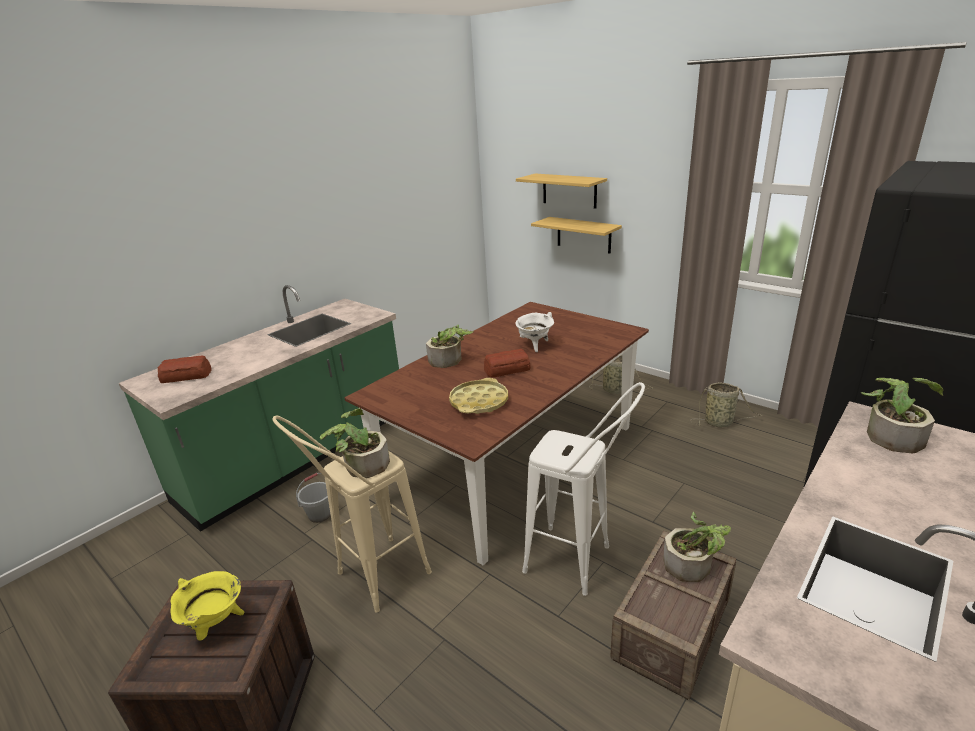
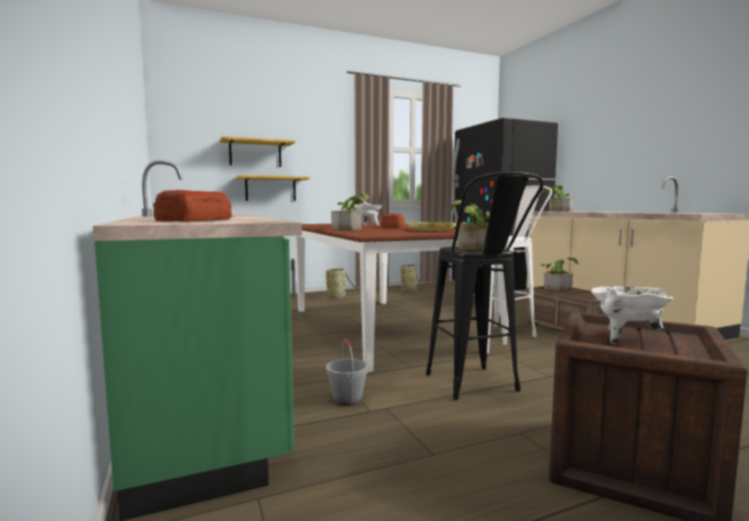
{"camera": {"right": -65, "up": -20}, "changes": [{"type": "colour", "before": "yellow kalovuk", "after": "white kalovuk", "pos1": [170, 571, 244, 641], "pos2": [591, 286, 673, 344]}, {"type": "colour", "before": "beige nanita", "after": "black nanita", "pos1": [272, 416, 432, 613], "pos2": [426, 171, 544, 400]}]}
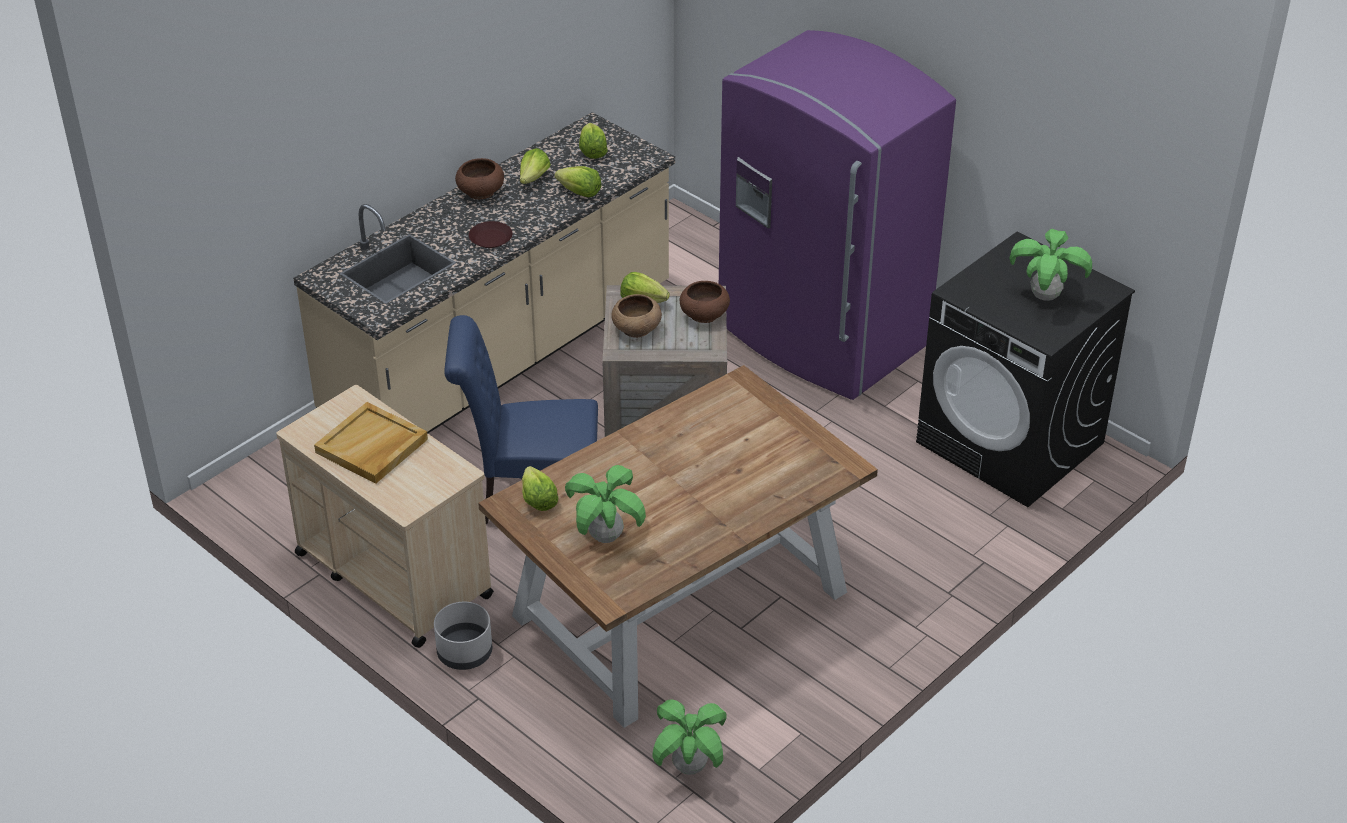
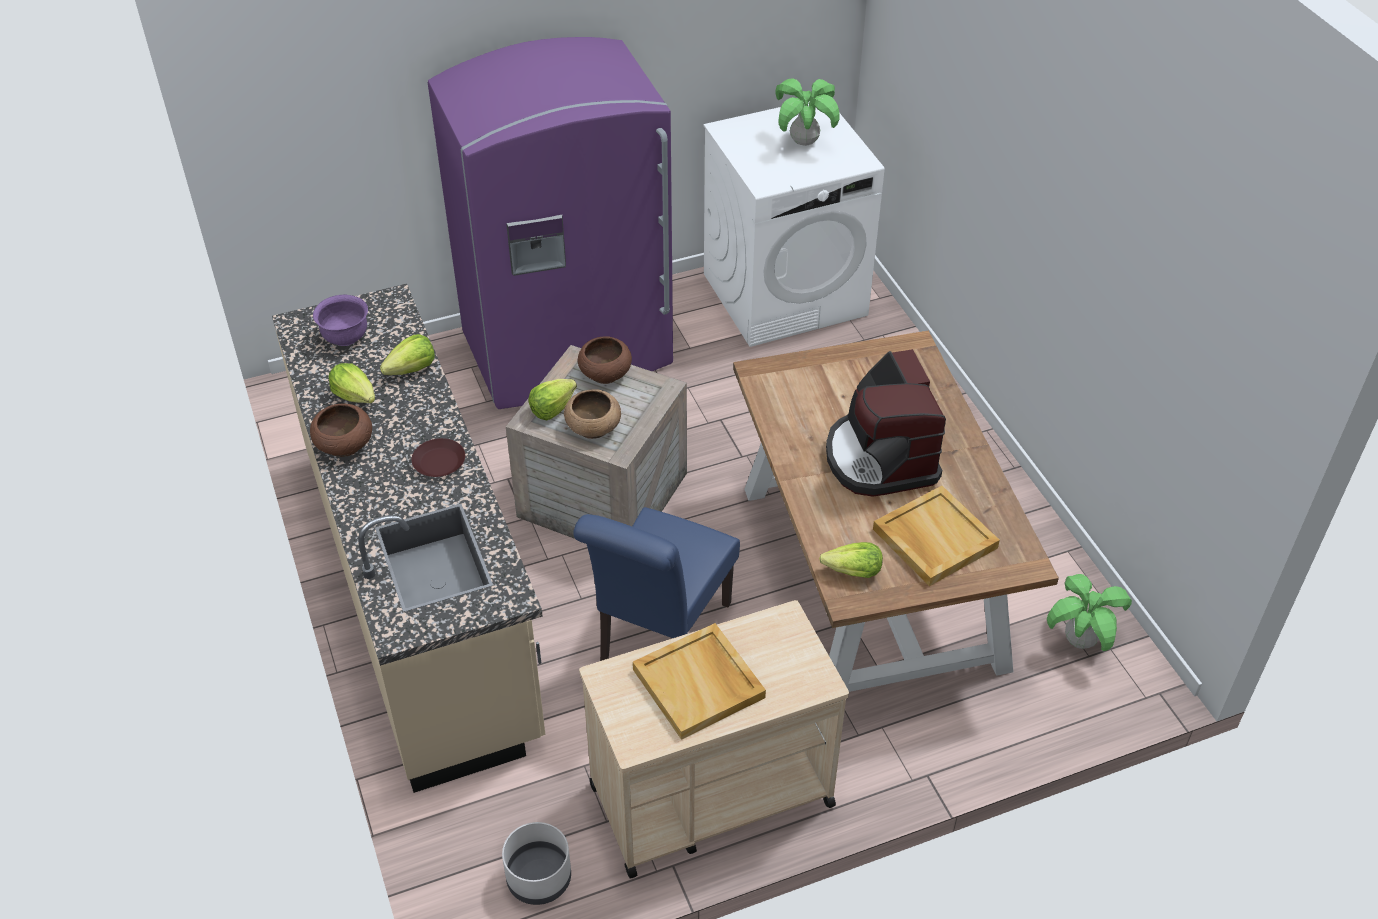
{"camera": {"right": -65, "up": 5}, "changes": [{"type": "appeared", "after": "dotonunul", "pos2": [826, 349, 946, 497]}, {"type": "relocated", "before": "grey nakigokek", "pos1": [434, 602, 492, 670], "pos2": [502, 822, 571, 905]}, {"type": "exchanged", "before": "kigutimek", "after": "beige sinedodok", "pos1": [565, 465, 646, 543], "pos2": [873, 486, 1000, 586]}, {"type": "exchanged", "before": "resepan", "after": "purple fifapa", "pos1": [579, 123, 608, 159], "pos2": [313, 295, 368, 346]}, {"type": "colour", "before": "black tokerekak", "after": "white tokerekak", "pos1": [916, 232, 1135, 507], "pos2": [703, 103, 885, 347]}]}
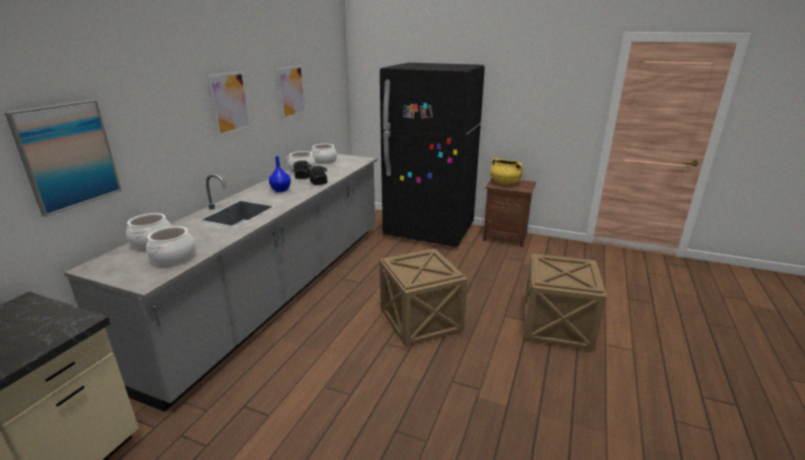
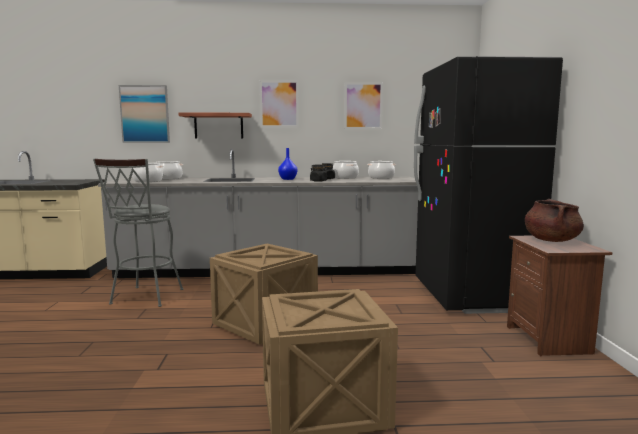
{"camera": {"right": 65, "up": -15}, "changes": [{"type": "appeared", "after": "grey nanita", "pos2": [93, 158, 183, 307]}, {"type": "appeared", "after": "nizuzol", "pos2": [179, 112, 252, 138]}, {"type": "colour", "before": "yellow kalovuk", "after": "brown kalovuk", "pos1": [490, 158, 523, 185], "pos2": [525, 199, 584, 242]}]}
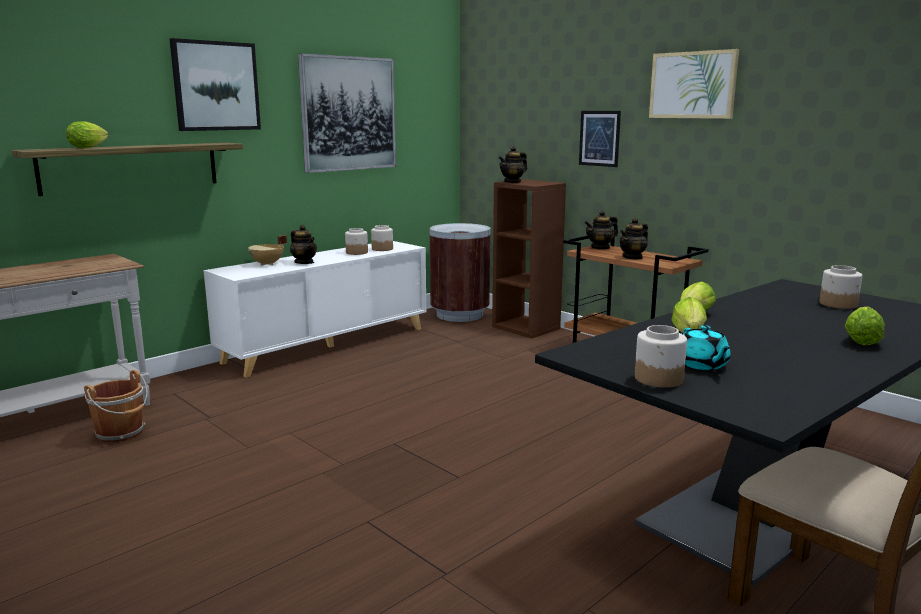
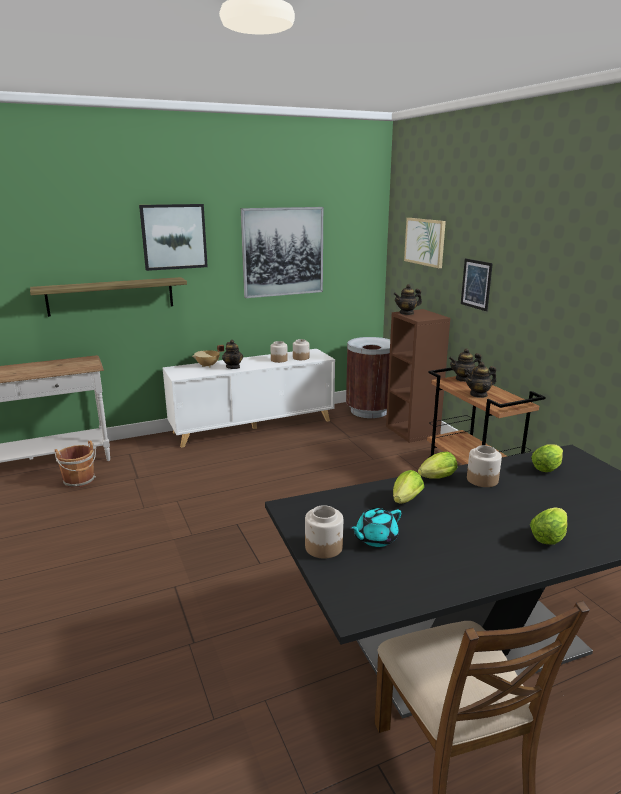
{"camera": {"right": 20, "up": 5}, "changes": [{"type": "relocated", "before": "resepan", "pos1": [66, 121, 109, 148], "pos2": [531, 444, 563, 472]}, {"type": "relocated", "before": "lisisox", "pos1": [649, 49, 739, 119], "pos2": [404, 218, 446, 268]}, {"type": "relocated", "before": "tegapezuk", "pos1": [819, 265, 862, 309], "pos2": [467, 445, 502, 487]}, {"type": "spun", "before": "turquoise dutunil", "pos1": [683, 325, 731, 370], "pos2": [350, 508, 401, 547], "turn": 45}]}
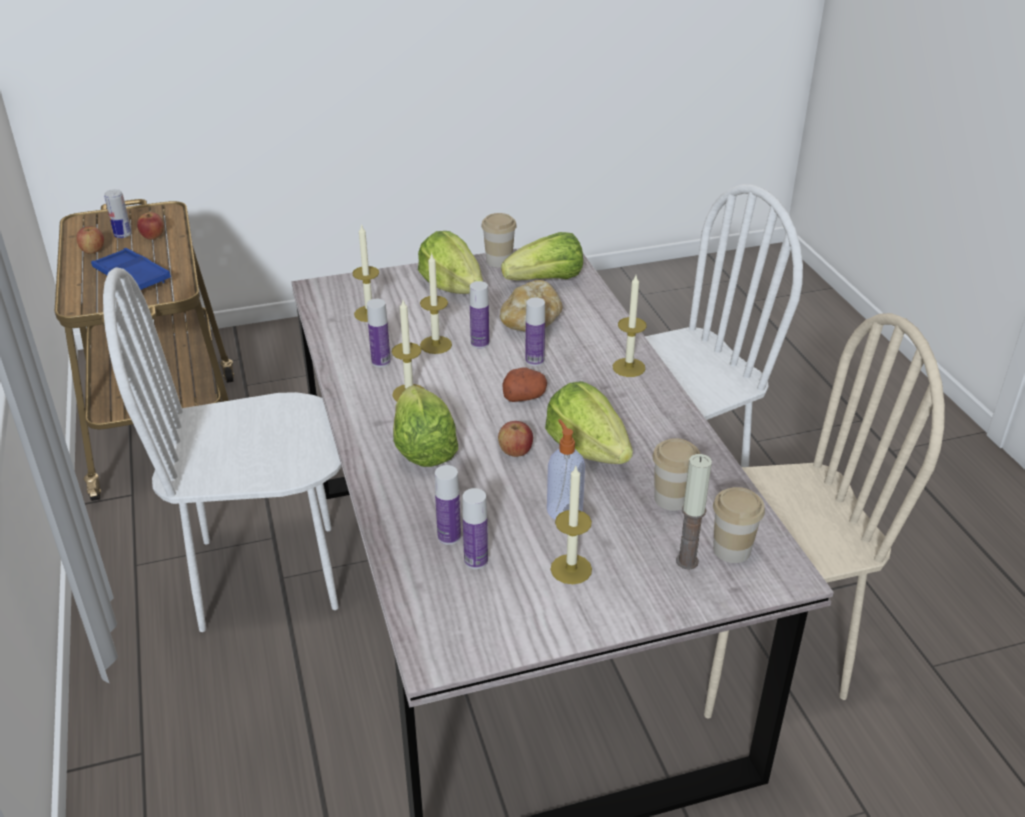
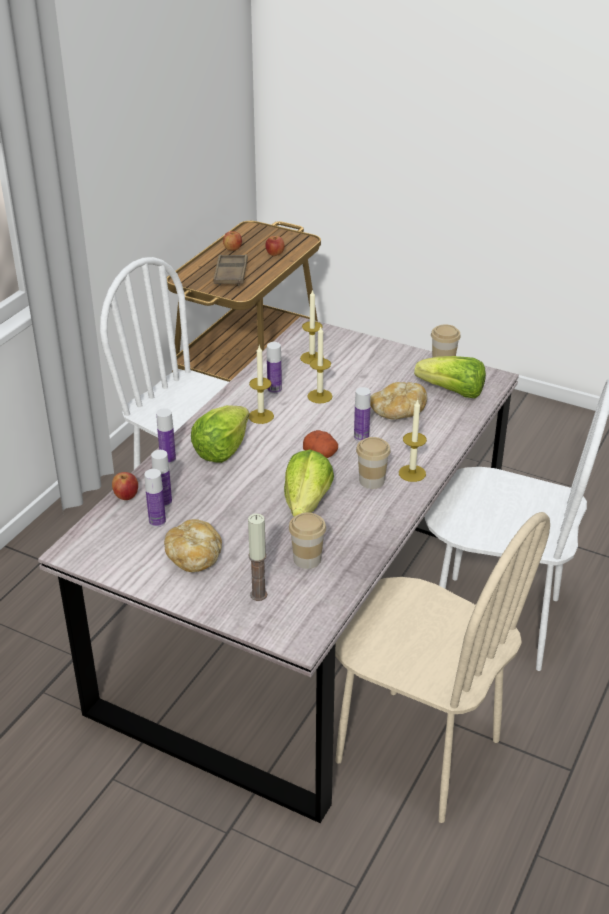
{"camera": {"right": 45, "up": 0}, "changes": [{"type": "missing", "before": "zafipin", "pos1": [104, 189, 132, 238]}, {"type": "missing", "before": "resepan", "pos1": [418, 231, 483, 294]}, {"type": "missing", "before": "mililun", "pos1": [547, 419, 585, 520]}, {"type": "relocated", "before": "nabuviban", "pos1": [470, 281, 489, 349], "pos2": [156, 408, 176, 464]}, {"type": "relocated", "before": "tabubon", "pos1": [498, 421, 533, 457], "pos2": [112, 472, 138, 500]}, {"type": "relocated", "before": "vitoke", "pos1": [713, 487, 765, 563], "pos2": [356, 437, 391, 489]}, {"type": "exchanged", "before": "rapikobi", "after": "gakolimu", "pos1": [551, 466, 592, 584], "pos2": [164, 519, 222, 572]}, {"type": "colour", "before": "blue sinedodok", "after": "brown sinedodok", "pos1": [91, 248, 171, 290], "pos2": [213, 254, 248, 286]}]}
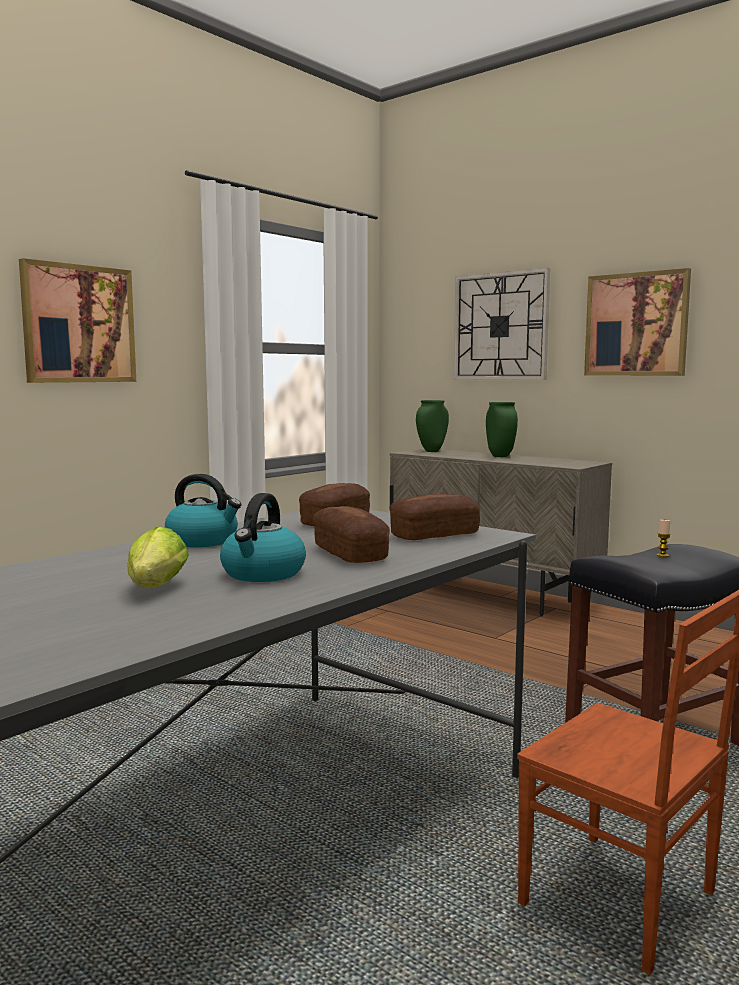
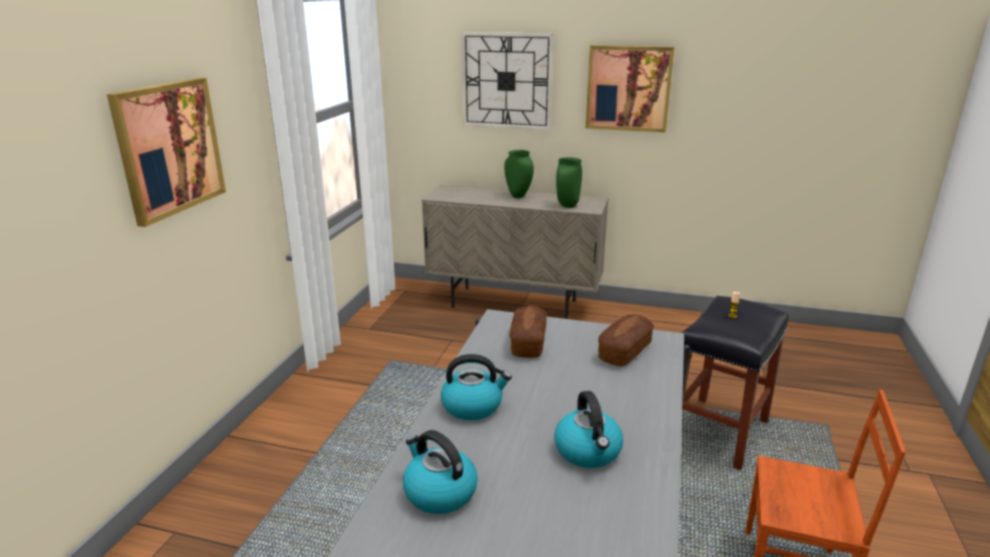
{"camera": {"right": -25, "up": 15}, "changes": [{"type": "missing", "before": "resepan", "pos1": [128, 526, 189, 588]}, {"type": "missing", "before": "gakolimu", "pos1": [313, 506, 390, 563]}, {"type": "appeared", "after": "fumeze", "pos2": [403, 430, 478, 514]}, {"type": "relocated", "before": "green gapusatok", "pos1": [416, 400, 449, 452], "pos2": [556, 157, 582, 208]}]}
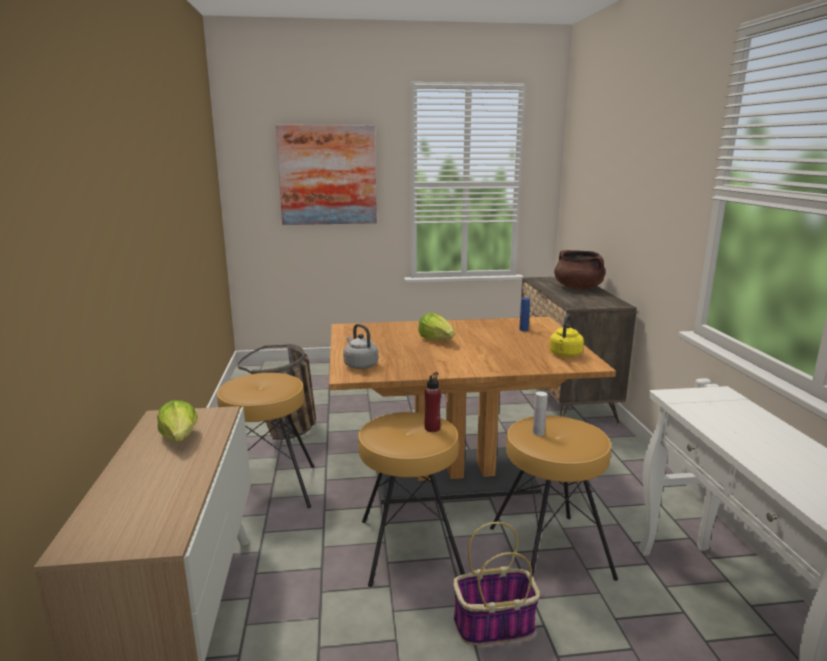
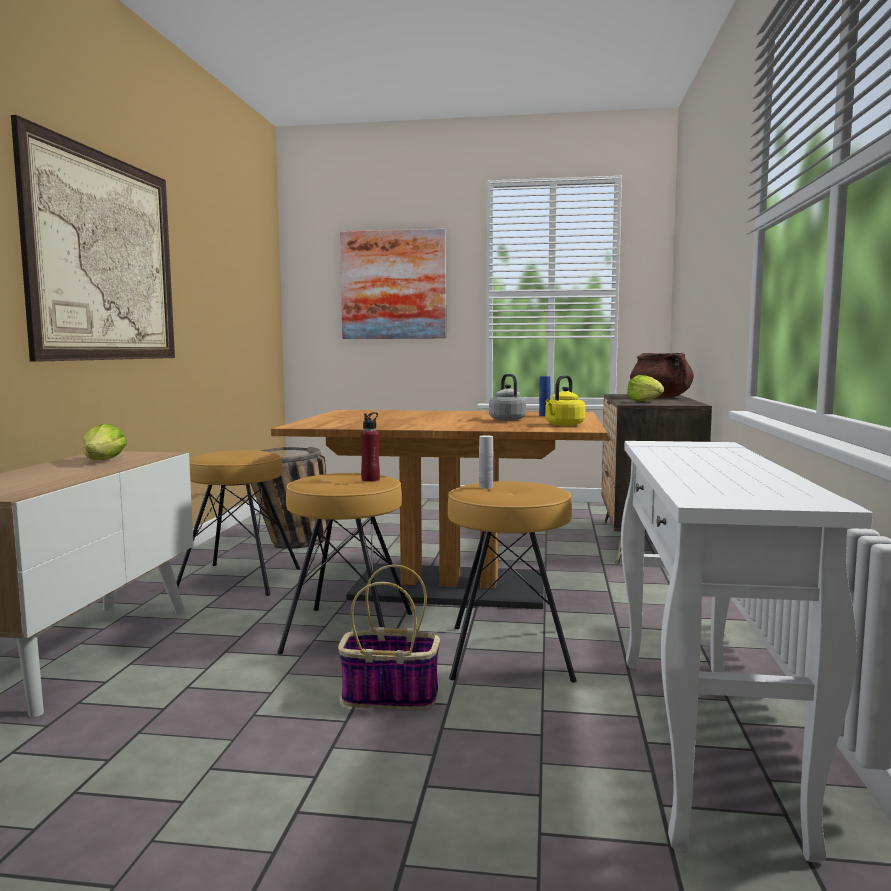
{"camera": {"right": 15, "up": -10}, "changes": [{"type": "appeared", "after": "lisisox", "pos2": [11, 115, 175, 362]}, {"type": "relocated", "before": "grey fumeze", "pos1": [343, 324, 378, 369], "pos2": [489, 374, 526, 421]}, {"type": "relocated", "before": "resepan", "pos1": [418, 313, 455, 340], "pos2": [627, 375, 664, 401]}]}
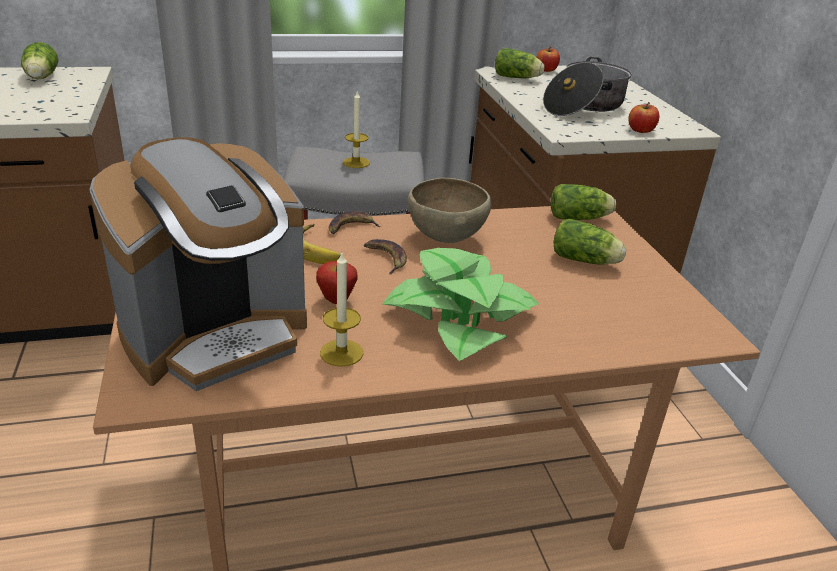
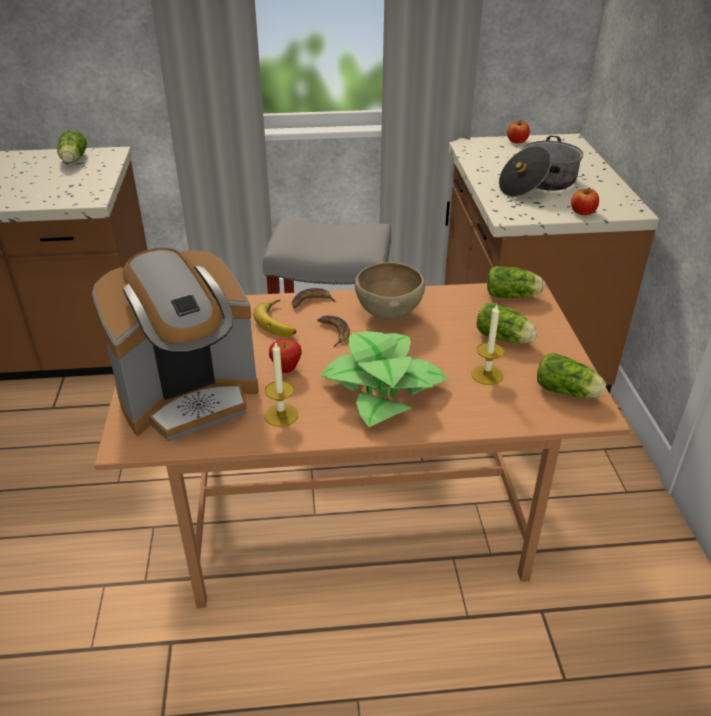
{"camera": {"right": 10, "up": 5}, "changes": [{"type": "relocated", "before": "rapikobi", "pos1": [343, 91, 370, 168], "pos2": [471, 305, 504, 385]}, {"type": "relocated", "before": "resepan", "pos1": [495, 48, 545, 78], "pos2": [537, 353, 606, 398]}]}
